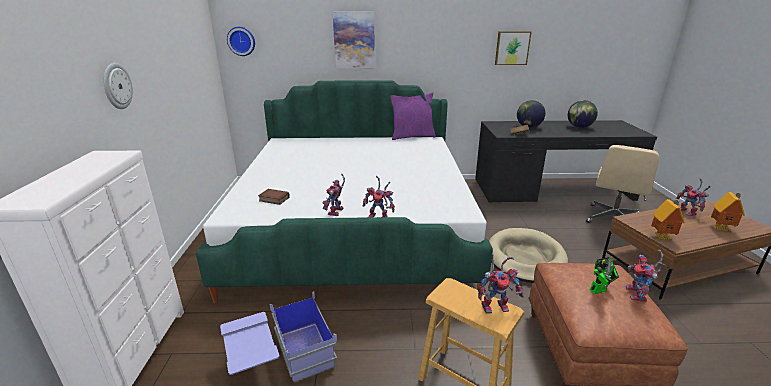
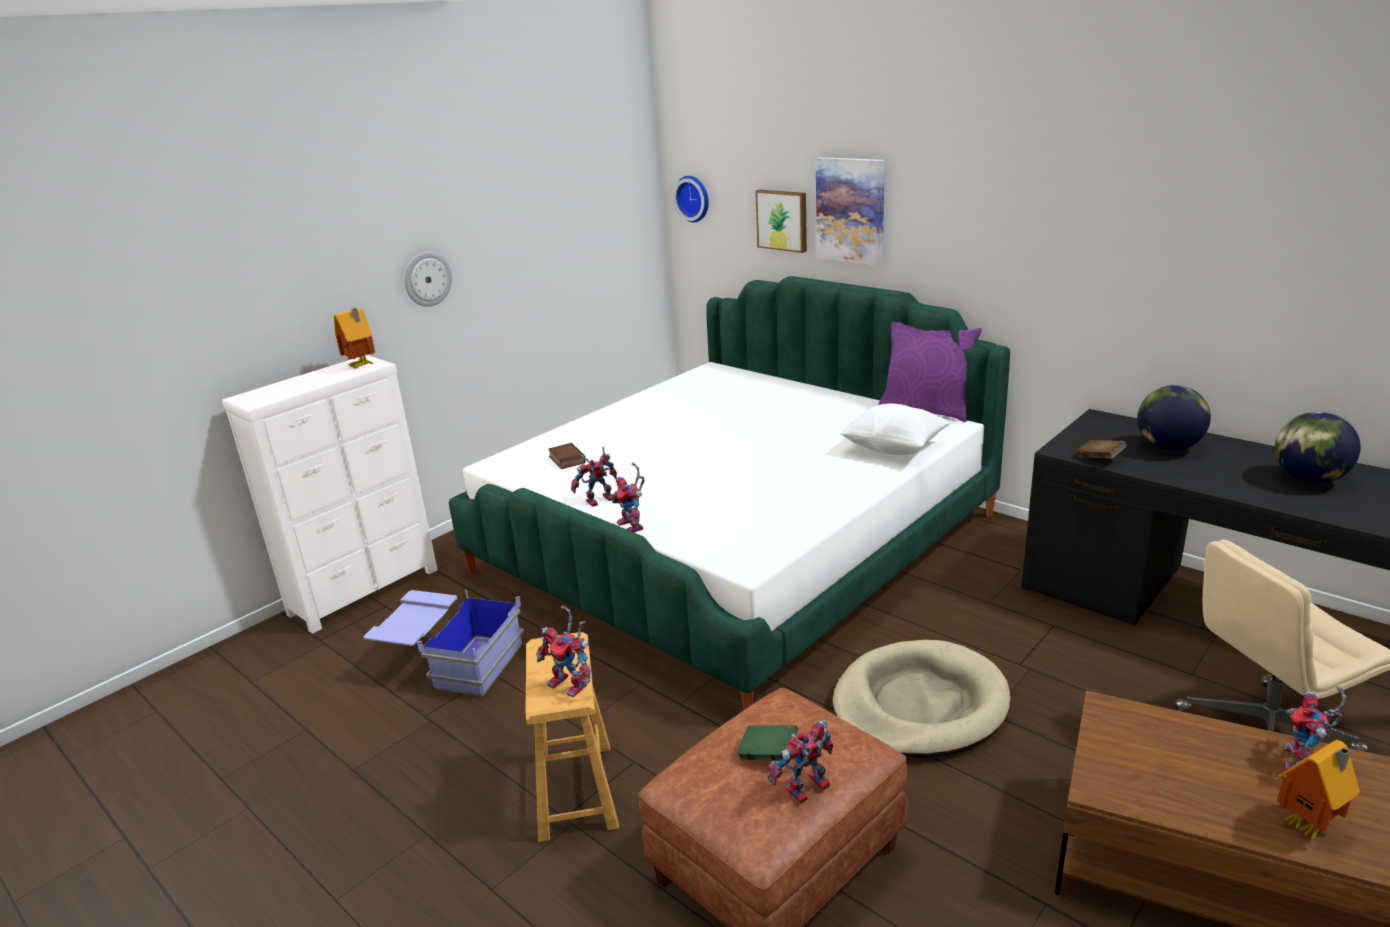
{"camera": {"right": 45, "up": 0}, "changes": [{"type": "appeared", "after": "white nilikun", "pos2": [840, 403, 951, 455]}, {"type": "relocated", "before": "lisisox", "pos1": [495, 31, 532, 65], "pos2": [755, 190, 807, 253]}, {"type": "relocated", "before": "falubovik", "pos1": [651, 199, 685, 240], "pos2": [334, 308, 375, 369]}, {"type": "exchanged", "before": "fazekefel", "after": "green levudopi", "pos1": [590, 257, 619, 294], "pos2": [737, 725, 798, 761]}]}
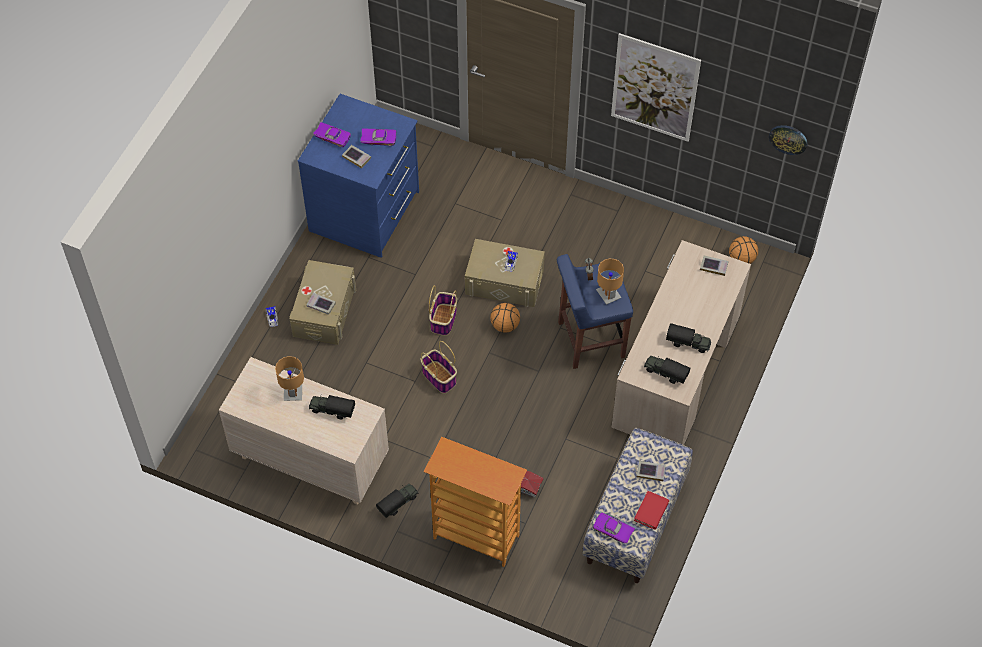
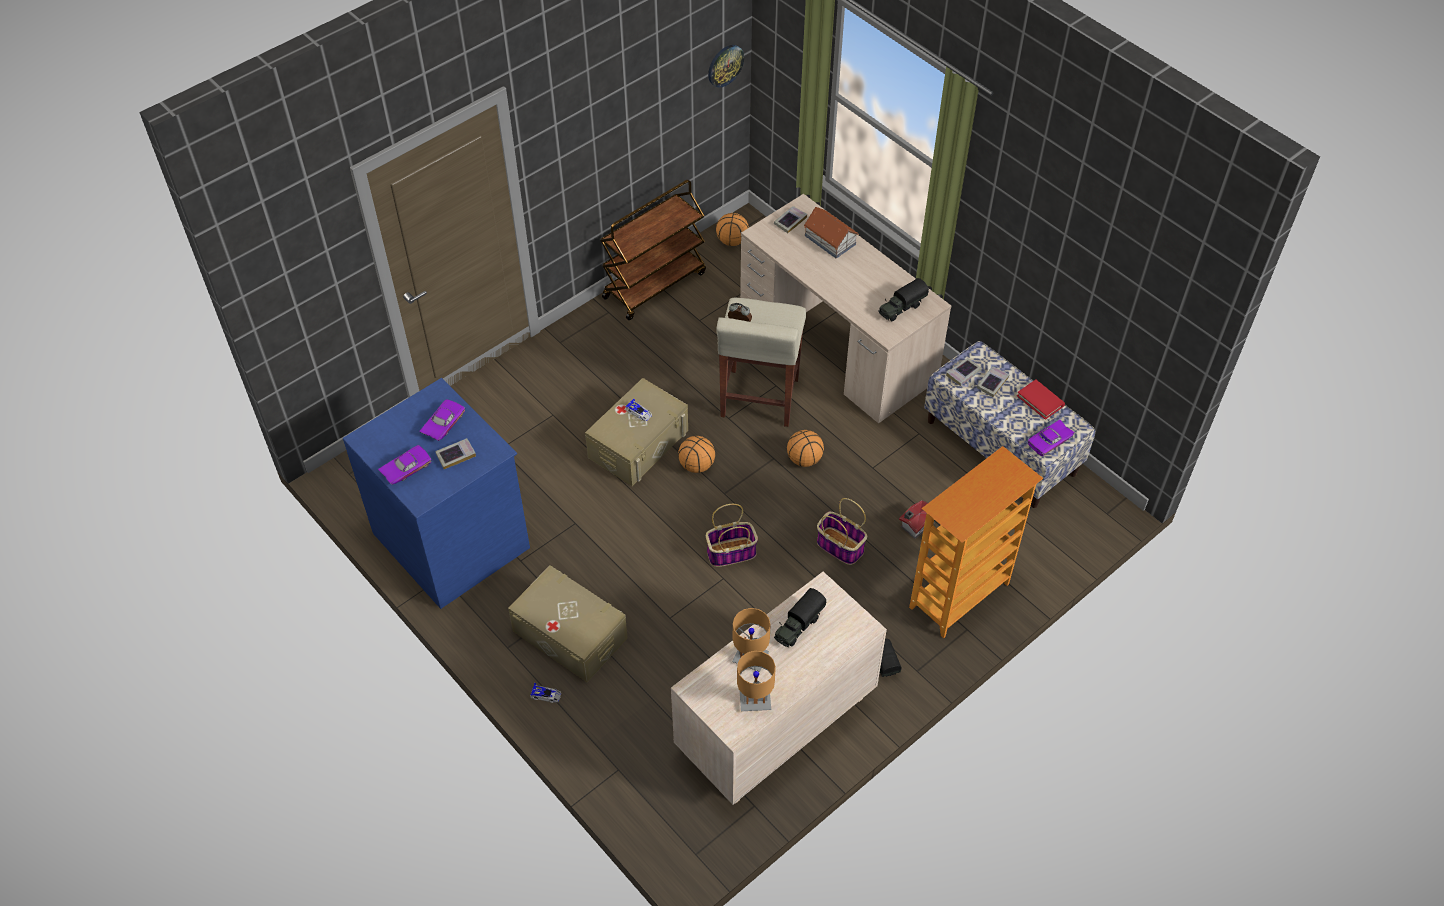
{"camera": {"right": -65, "up": -5}, "changes": [{"type": "missing", "before": "lisisox", "pos1": [611, 33, 701, 142]}, {"type": "missing", "before": "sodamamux", "pos1": [666, 323, 711, 353]}, {"type": "appeared", "after": "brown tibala", "pos2": [600, 180, 706, 320]}, {"type": "appeared", "after": "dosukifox", "pos2": [787, 430, 824, 467]}, {"type": "appeared", "after": "falubovik", "pos2": [804, 207, 859, 258]}, {"type": "relocated", "before": "levudopi", "pos1": [306, 293, 336, 315], "pos2": [946, 358, 982, 386]}, {"type": "relocated", "before": "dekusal", "pos1": [429, 285, 457, 336], "pos2": [817, 498, 867, 565]}, {"type": "relocated", "before": "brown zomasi", "pos1": [596, 259, 624, 305], "pos2": [737, 651, 776, 711]}, {"type": "colour", "before": "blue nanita", "after": "beige nanita", "pos1": [557, 254, 633, 369], "pos2": [716, 298, 806, 427]}]}
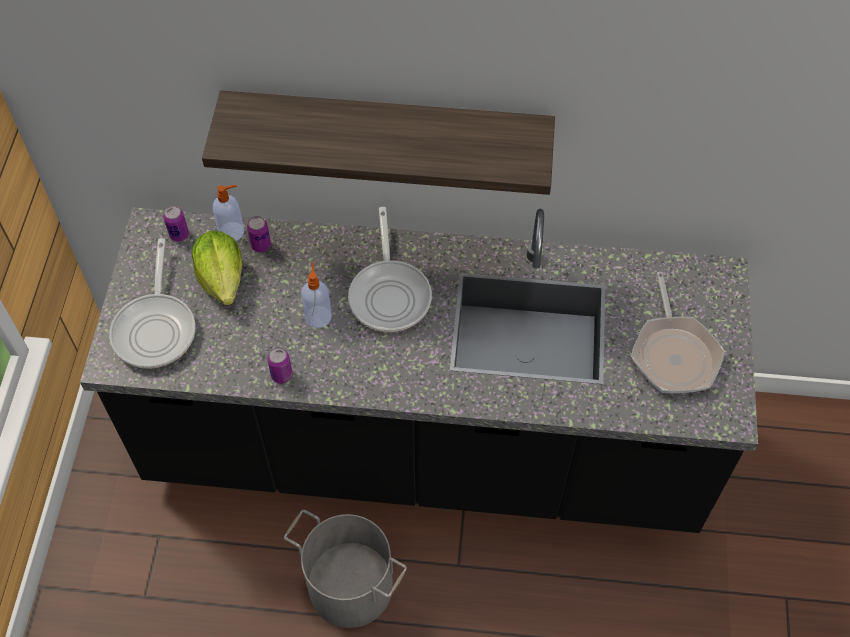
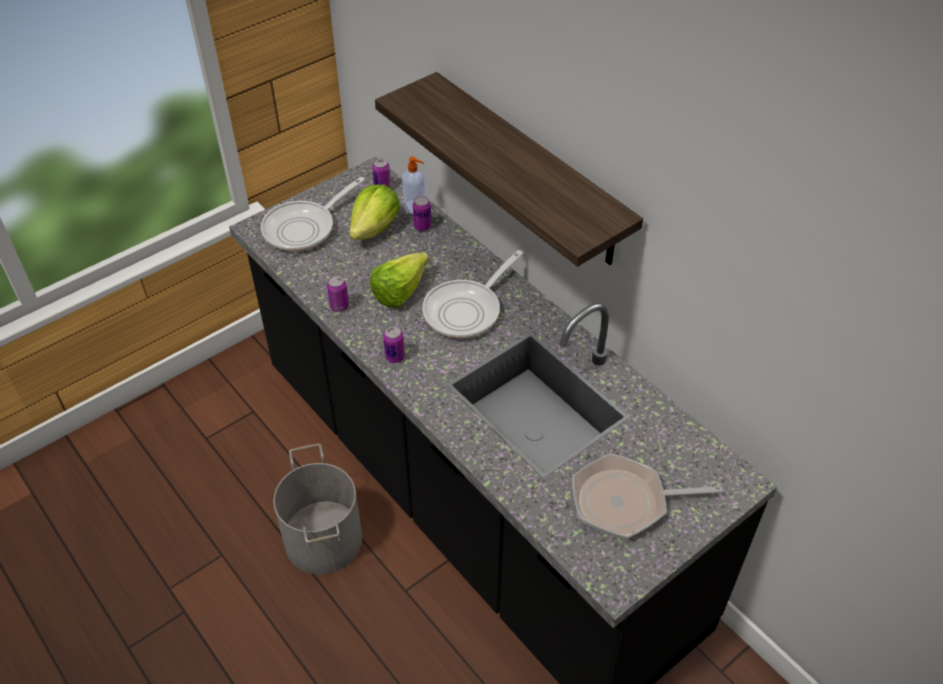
{"camera": {"right": 45, "up": -10}, "changes": [{"type": "appeared", "after": "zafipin", "pos2": [383, 326, 405, 363]}, {"type": "exchanged", "before": "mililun", "after": "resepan", "pos1": [301, 262, 332, 328], "pos2": [370, 252, 429, 308]}, {"type": "spun", "before": "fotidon", "pos1": [631, 272, 725, 393], "pos2": [572, 453, 723, 540], "turn": 45}]}
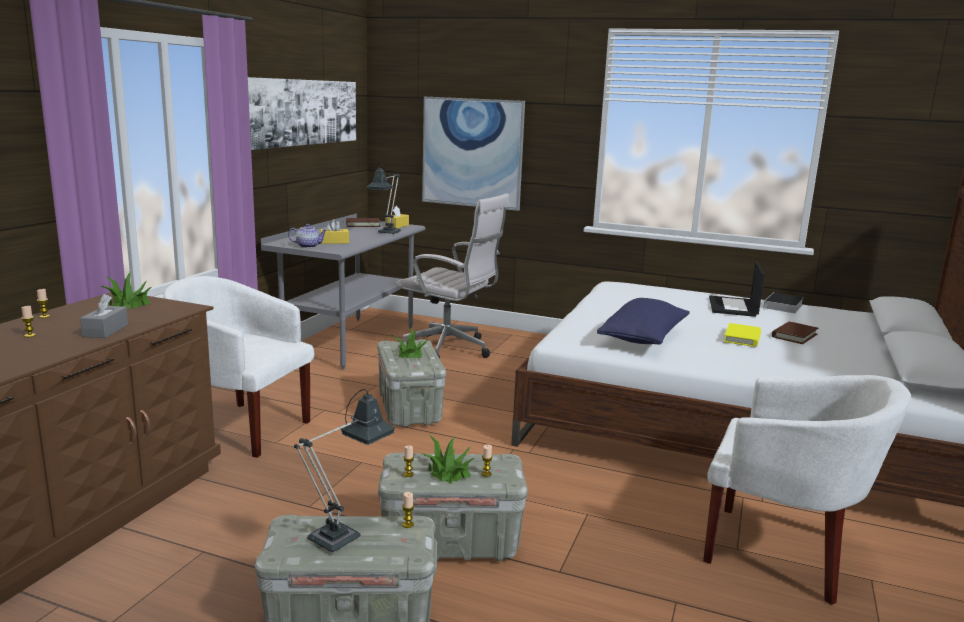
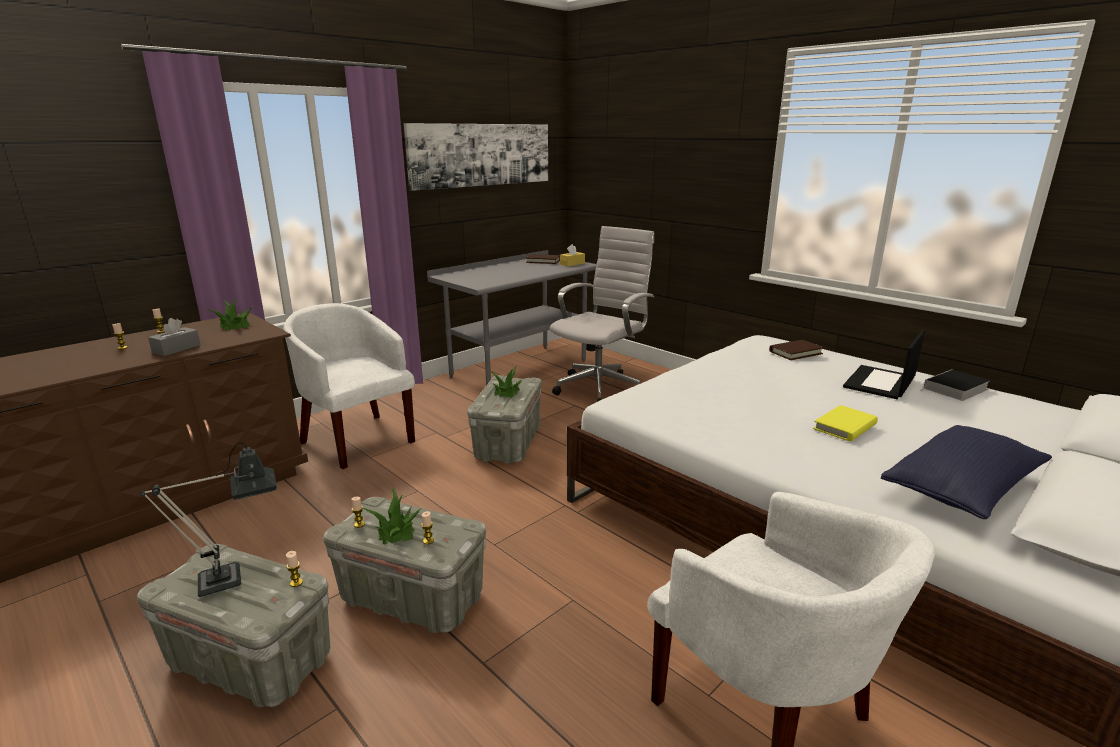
{"camera": {"right": 25, "up": 5}, "changes": [{"type": "missing", "before": "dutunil", "pos1": [288, 224, 328, 248]}, {"type": "missing", "before": "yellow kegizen", "pos1": [320, 219, 349, 244]}, {"type": "missing", "before": "zomasi", "pos1": [367, 165, 401, 234]}, {"type": "missing", "before": "lisisox", "pos1": [422, 97, 525, 211]}, {"type": "relocated", "before": "blue nilikun", "pos1": [597, 298, 690, 344], "pos2": [881, 425, 1052, 519]}, {"type": "relocated", "before": "brown levudopi", "pos1": [772, 322, 818, 344], "pos2": [769, 340, 824, 360]}, {"type": "spun", "before": "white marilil", "pos1": [396, 193, 509, 359], "pos2": [549, 226, 654, 402], "turn": -105}]}
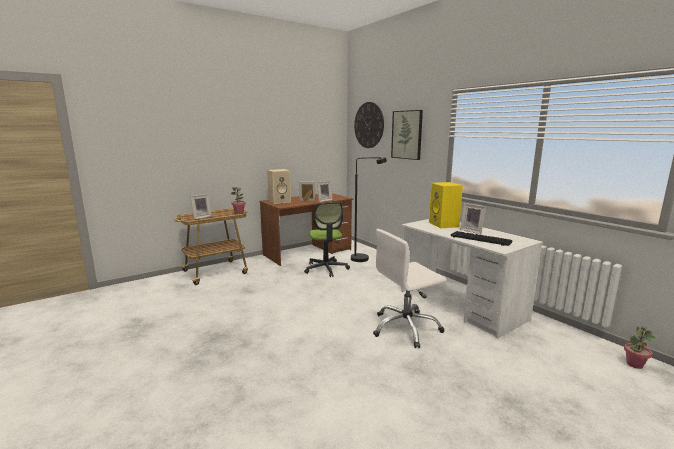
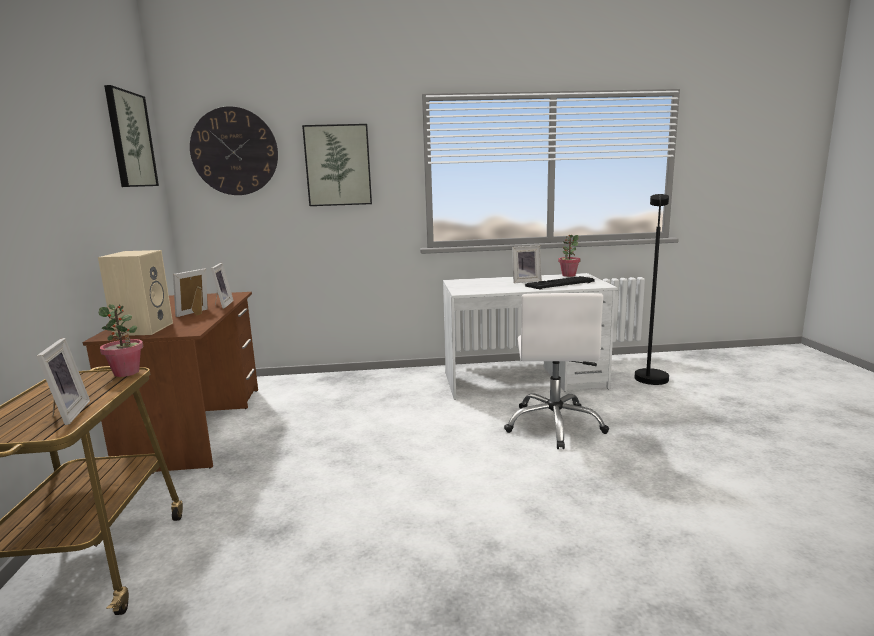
{"camera": {"right": -60, "up": 0}, "changes": [{"type": "missing", "before": "marilil", "pos1": [304, 202, 350, 277]}, {"type": "missing", "before": "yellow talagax", "pos1": [429, 182, 463, 229]}, {"type": "appeared", "after": "lisisox", "pos2": [104, 85, 159, 187]}, {"type": "relocated", "before": "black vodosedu", "pos1": [351, 157, 387, 262], "pos2": [634, 194, 669, 385]}, {"type": "relocated", "before": "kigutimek", "pos1": [624, 326, 656, 369], "pos2": [558, 235, 580, 277]}]}
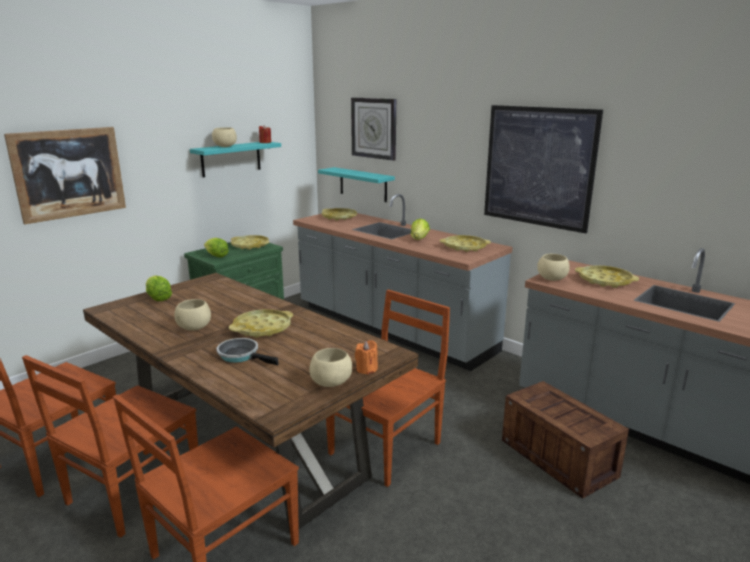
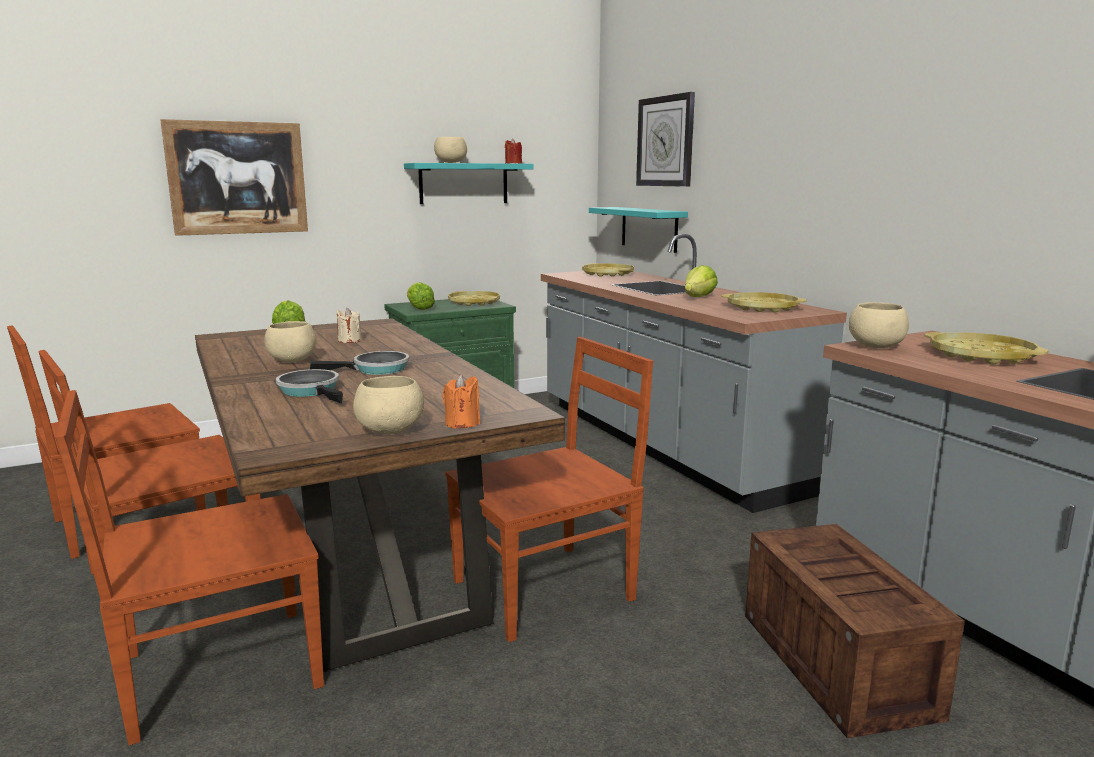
{"camera": {"right": 20, "up": -5}, "changes": [{"type": "missing", "before": "lisisox", "pos1": [484, 105, 603, 233]}, {"type": "appeared", "after": "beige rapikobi", "pos2": [336, 308, 361, 343]}, {"type": "exchanged", "before": "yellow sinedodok", "after": "fotidon", "pos1": [229, 309, 293, 338], "pos2": [310, 351, 409, 375]}]}
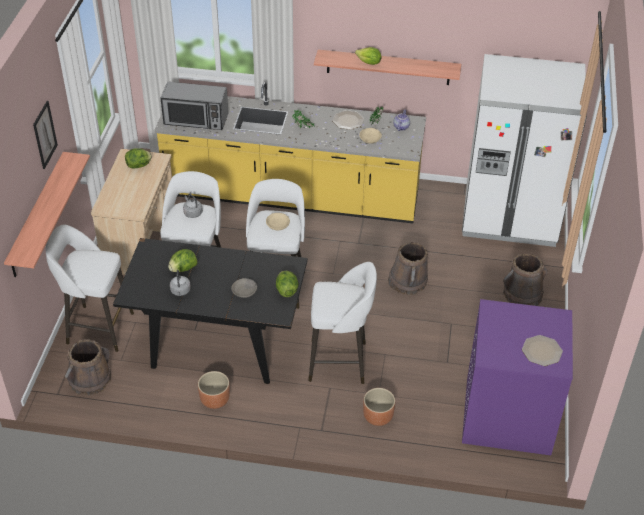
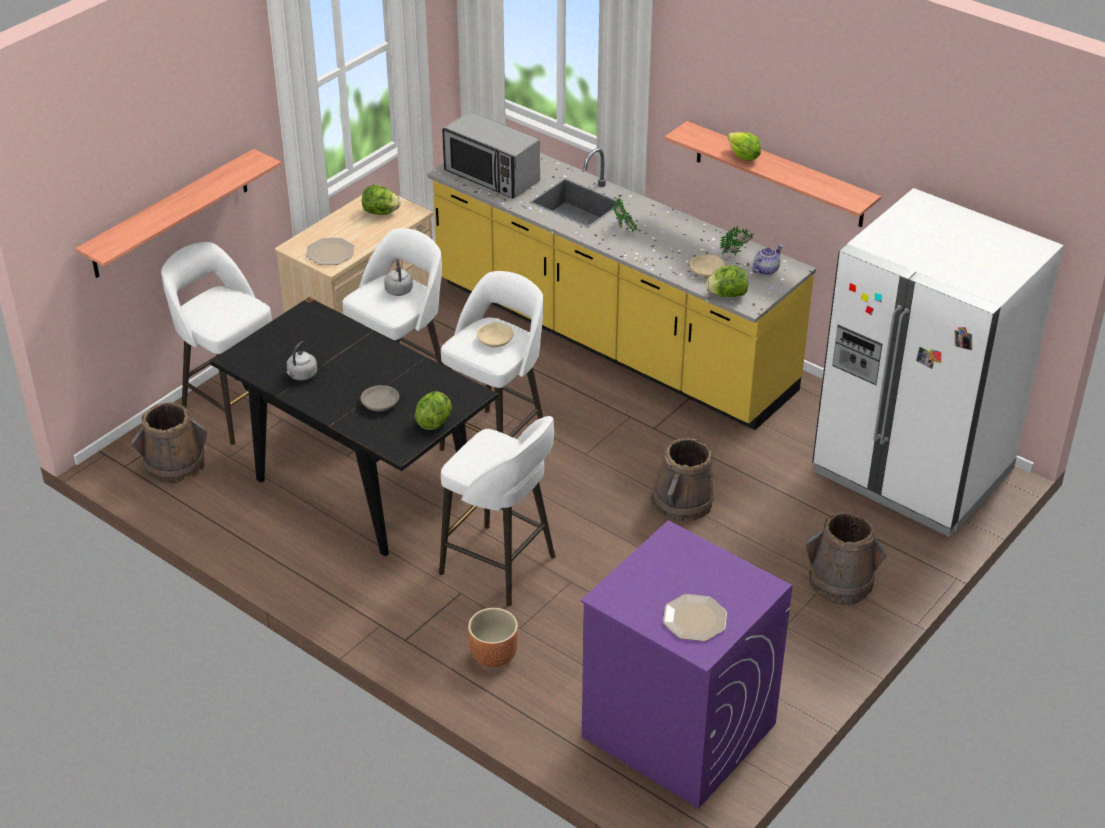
{"camera": {"right": 30, "up": -5}, "changes": [{"type": "missing", "before": "lisisox", "pos1": [33, 101, 58, 169]}, {"type": "missing", "before": "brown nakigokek", "pos1": [198, 371, 230, 409]}, {"type": "relocated", "before": "resepan", "pos1": [168, 249, 198, 272], "pos2": [706, 266, 748, 297]}, {"type": "relocated", "before": "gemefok", "pos1": [332, 110, 364, 130], "pos2": [306, 238, 354, 265]}]}
